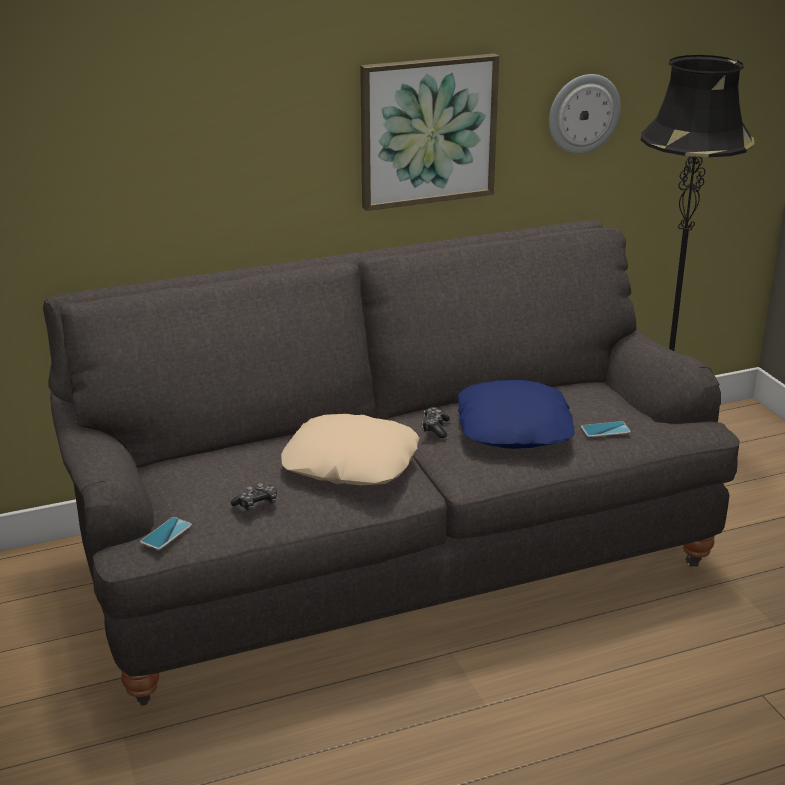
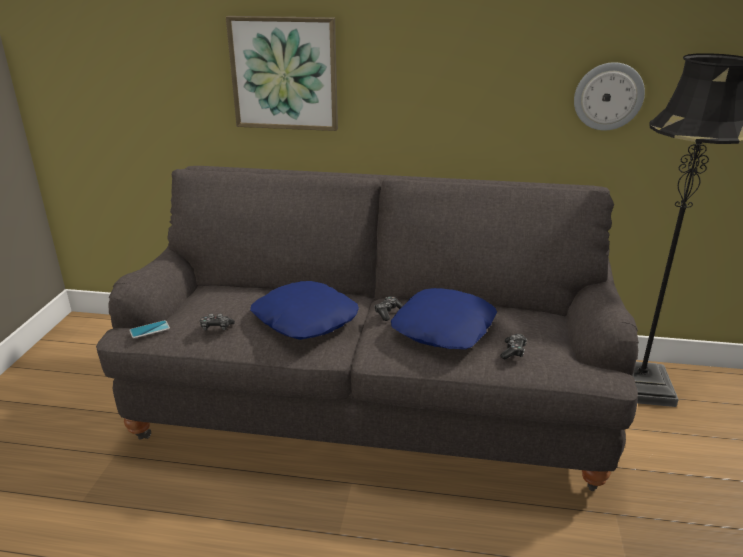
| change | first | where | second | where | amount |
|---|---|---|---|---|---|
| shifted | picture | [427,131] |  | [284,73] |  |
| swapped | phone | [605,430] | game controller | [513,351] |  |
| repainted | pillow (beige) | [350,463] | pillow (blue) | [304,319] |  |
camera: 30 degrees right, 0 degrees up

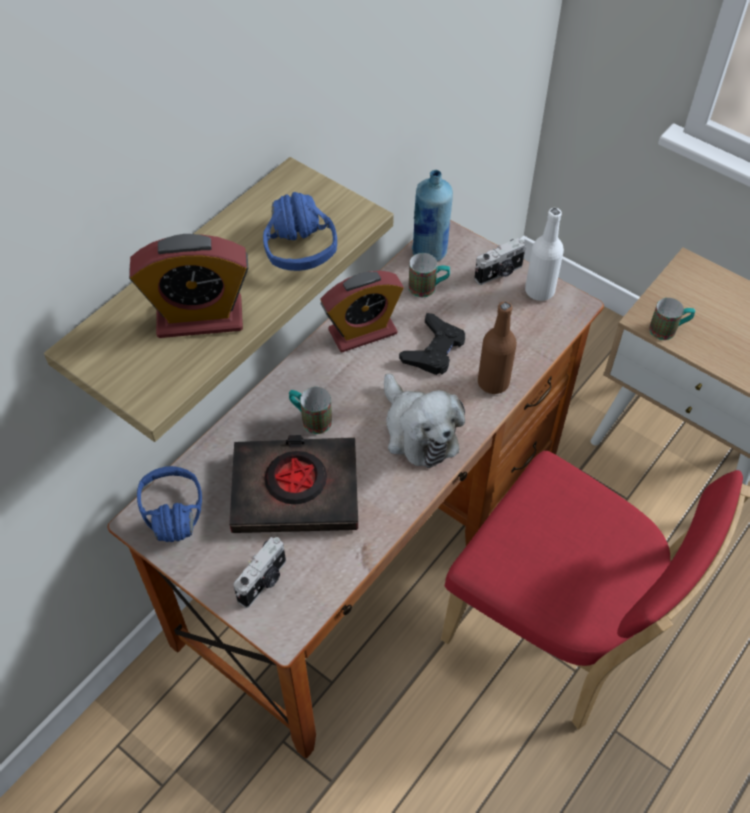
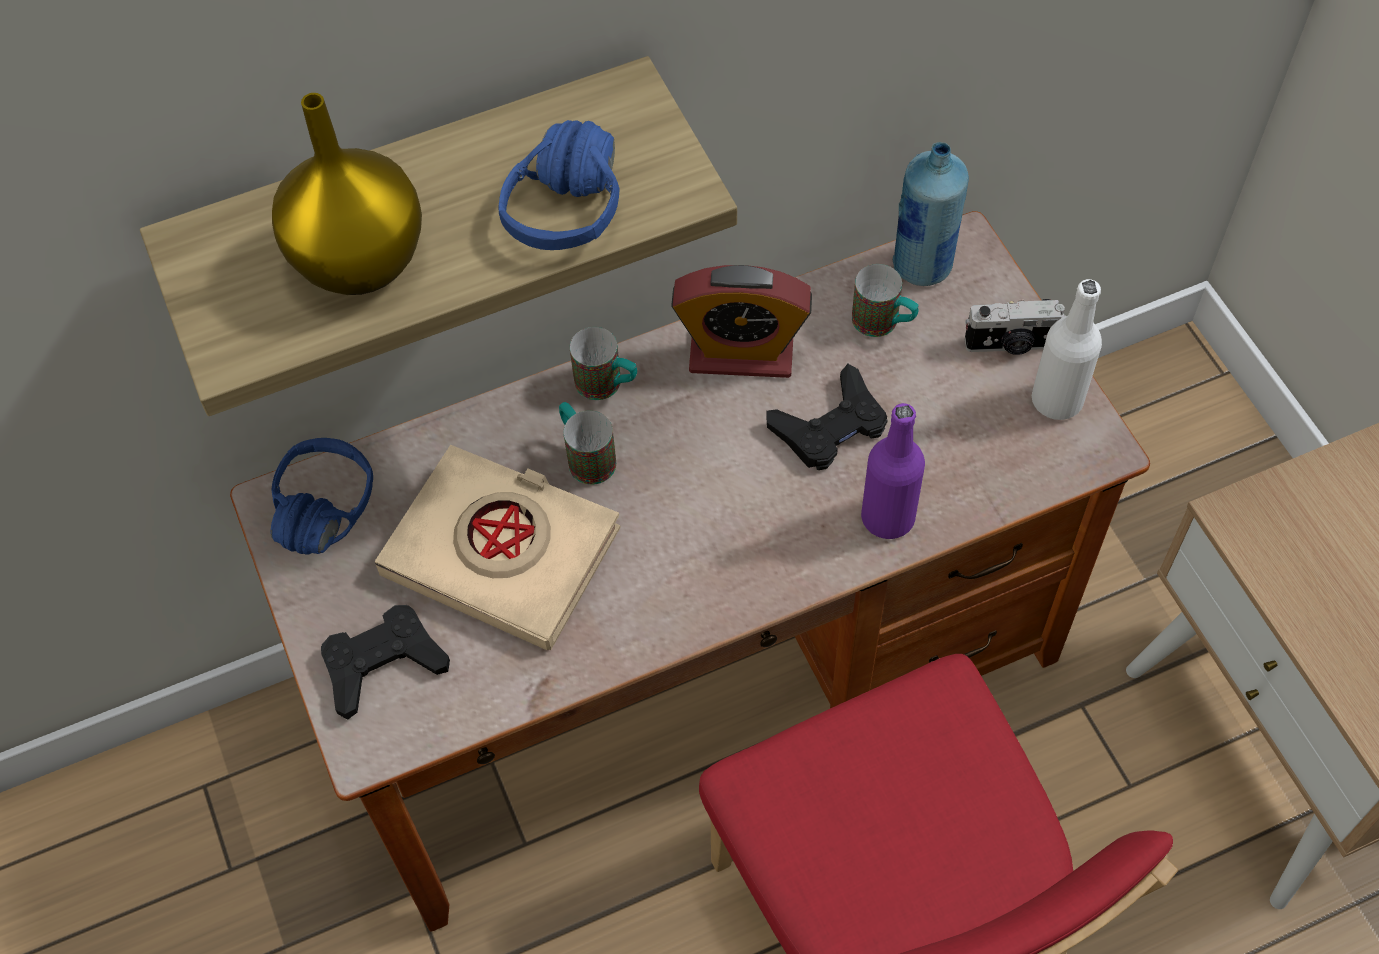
| change | first | where | second | where | amount |
|---|---|---|---|---|---|
| gone | plush toy | [418,431] |  |  |  |
| shifted | mug | [668,330] |  | [607,385] |  |
| swapped | alarm clock | [200,318] | vase (yellow) | [363,261] |  |
| swapped | photo camera | [264,581] | game controller (black) | [383,664] |  |
| repainted | book (black) | [295,490] | book (beige) | [502,552] |  |
| repainted | bottle (brown) | [493,382] | bottle (purple) | [887,517] |  |
camera: 30 degrees right, 5 degrees up

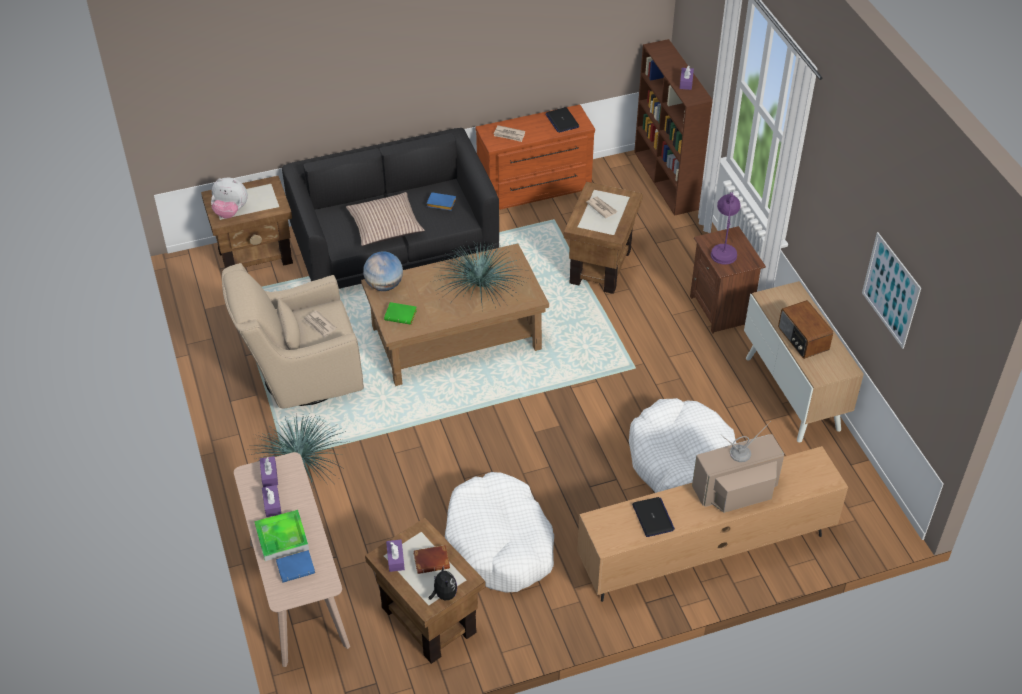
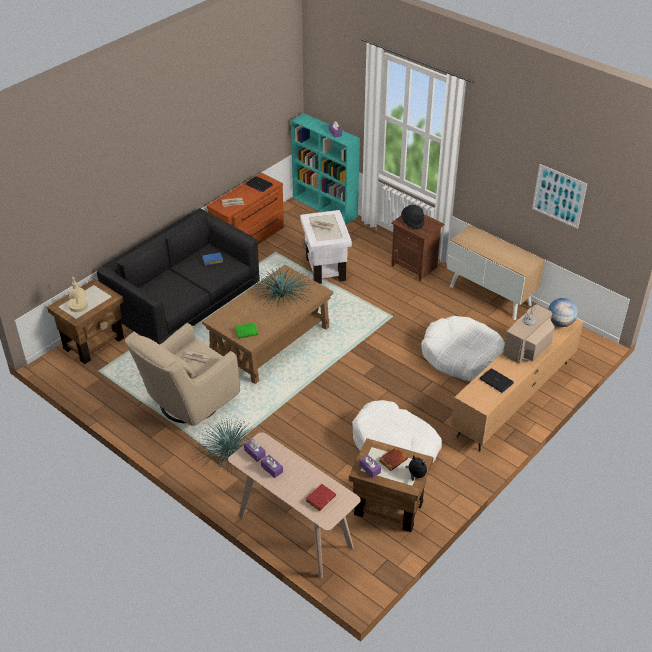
| change | first | where | second | where | amount |
|---|---|---|---|---|---|
| gone | tray | [282,537] |  |  |  |
| gone | pillow | [385,226] |  |  |  |
| gone | radio | [802,339] |  |  |  |
| shifted | globe | [384,285] |  | [560,323] |  |
| swapped | plush toy | [230,212] | table lamp (beige) | [80,311] |  |
| swapped | table lamp (purple) | [723,247] | hat (black) | [412,222] |  |
| repainted | book (blue) | [296,567] | book (red) | [320,498] |  |
| repainted | side table (brown) | [599,266] | side table (white) | [325,268] |  |
| repainted | bookcase (brown) | [667,181] | bookcase (turquoise) | [325,207] |  |
camera: 30 degrees left, 5 degrees down

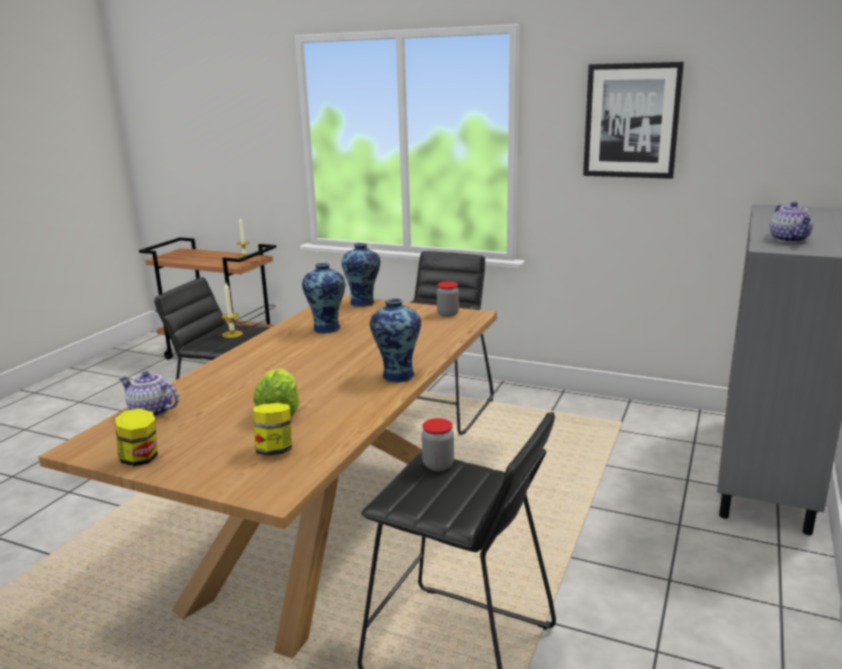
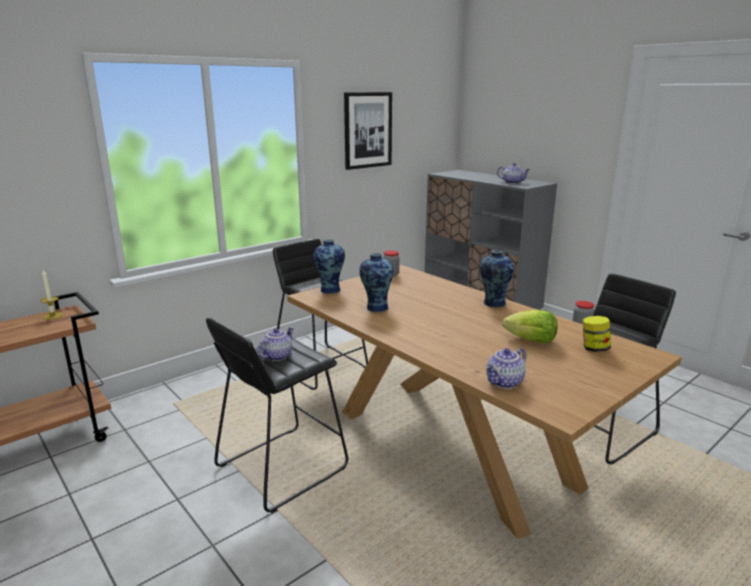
| change | first | where | second | where | amount |
|---|---|---|---|---|---|
| gone | jar | [140,459] |  |  |  |
| swapped | candle | [232,334] | teapot | [277,356] |  |
camera: 65 degrees left, 0 degrees up

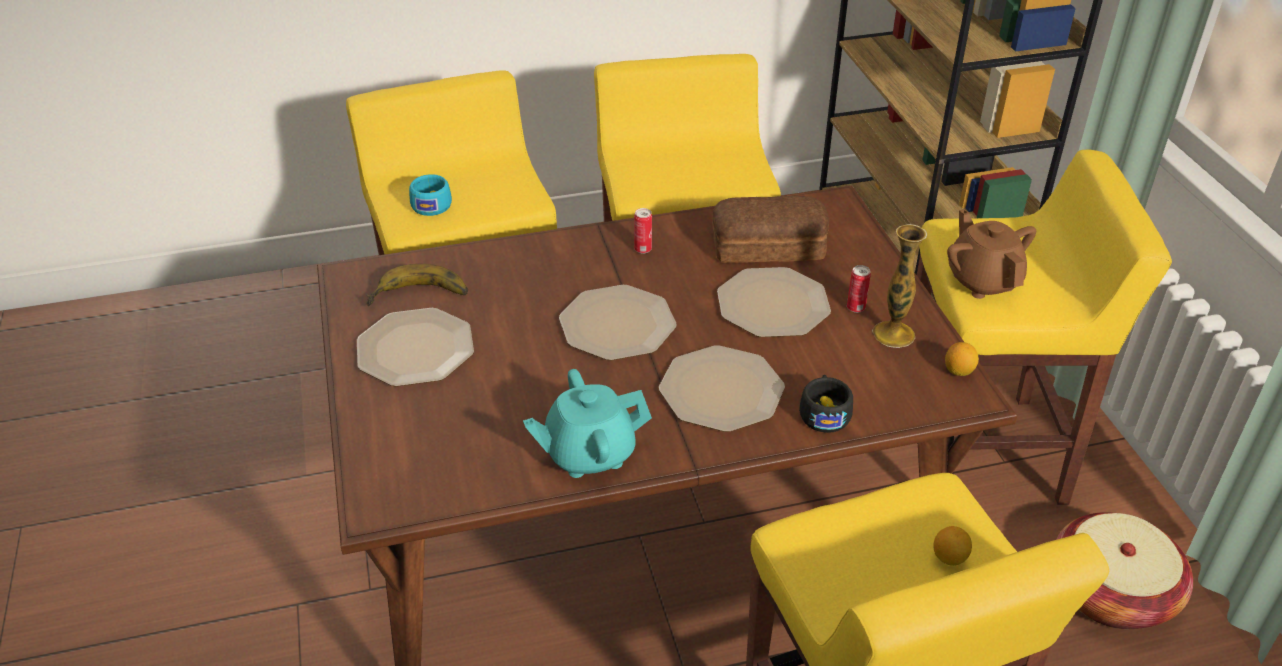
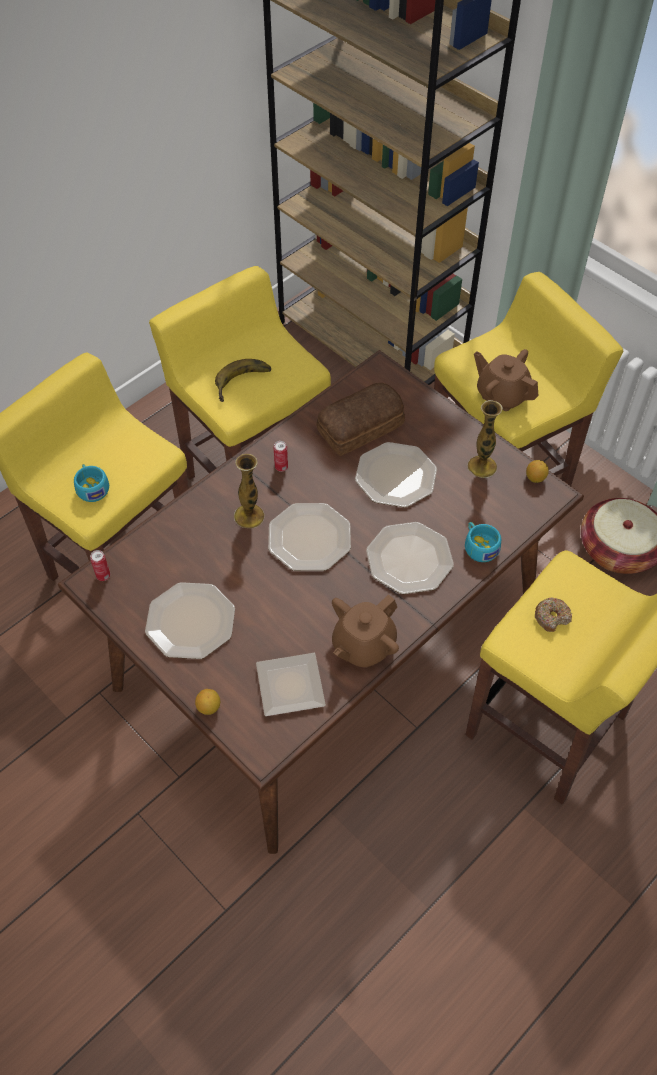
| change | first | where | second | where | amount |
|---|---|---|---|---|---|
| new |  |  | vase | [249,516] |  |
| new |  |  | plate | [288,685] |  |
| new |  |  | donut | [552,617] |  |
| shifted | banana | [419,298] |  | [244,384] |  |
| shifted | can | [855,308] |  | [103,576] |  |
| shifted | lemon | [949,558] |  | [209,707] |  |
| repainted | teapot (turquoise) | [589,453] | teapot (brown) | [363,645] |  |
| repainted | cup (black) | [824,412] | cup (turquoise) | [479,546] |  |
camera: 30 degrees left, 15 degrees up

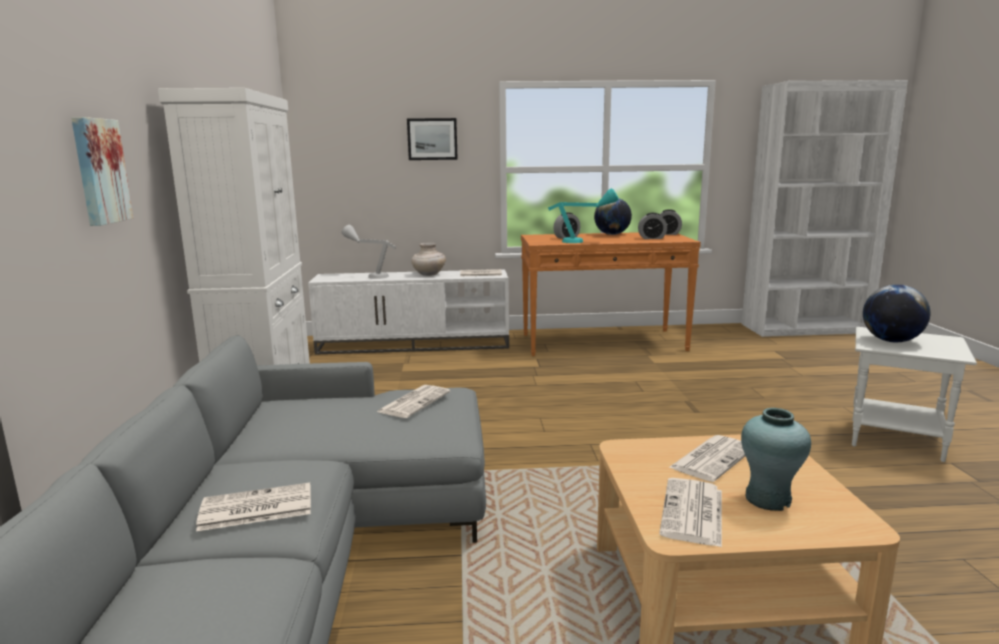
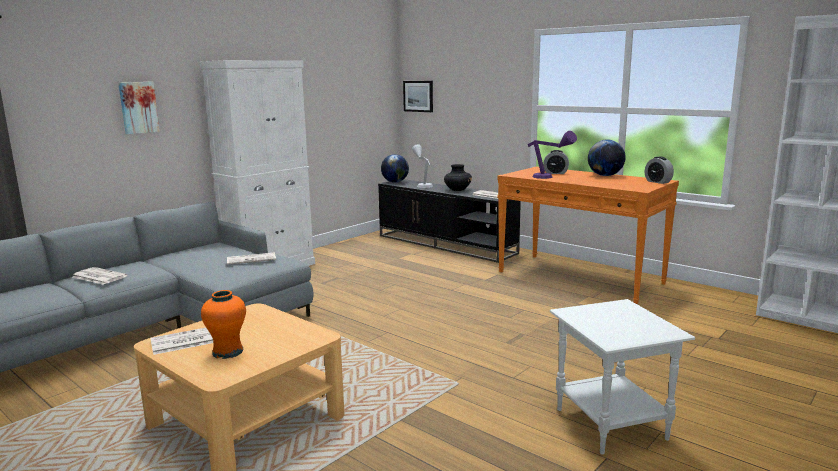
| change | first | where | second | where | amount |
|---|---|---|---|---|---|
| gone | alarm clock | [651,238] |  |  |  |
| gone | newspaper | [712,458] |  |  |  |
| shifted | picture | [432,139] |  | [418,96] |  |
| shifted | globe | [891,341] |  | [395,182] |  |
| repainted | tv stand (white) | [415,344] | tv stand (black) | [446,244] |  |
| repainted | vase (beige) | [428,274] | vase (black) | [457,190] |  |
| repainted | table lamp (turquoise) | [583,241] | table lamp (purple) | [549,178] |  |
| repainted | vase (turquoise) | [768,499] | vase (orange) | [228,352] |  |
camera: 45 degrees right, 0 degrees up

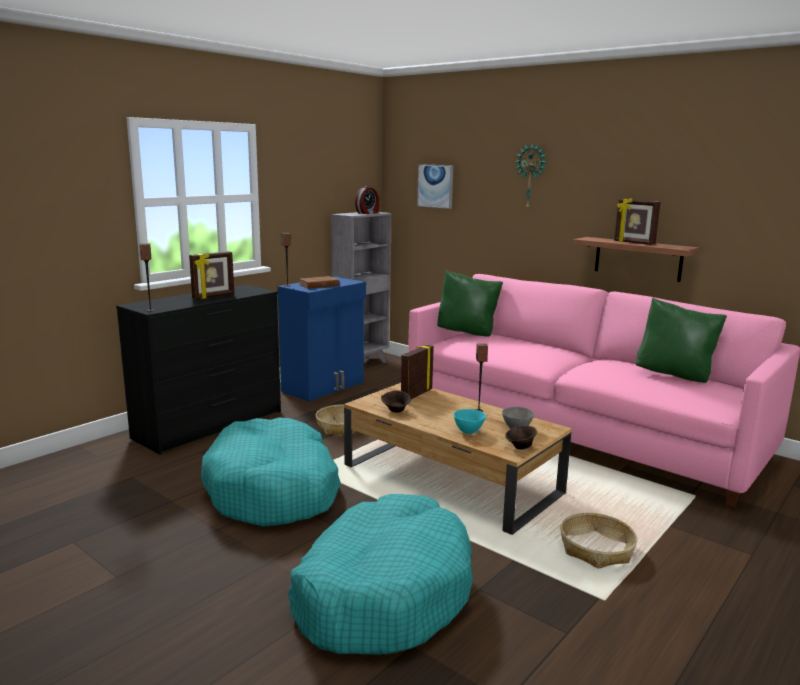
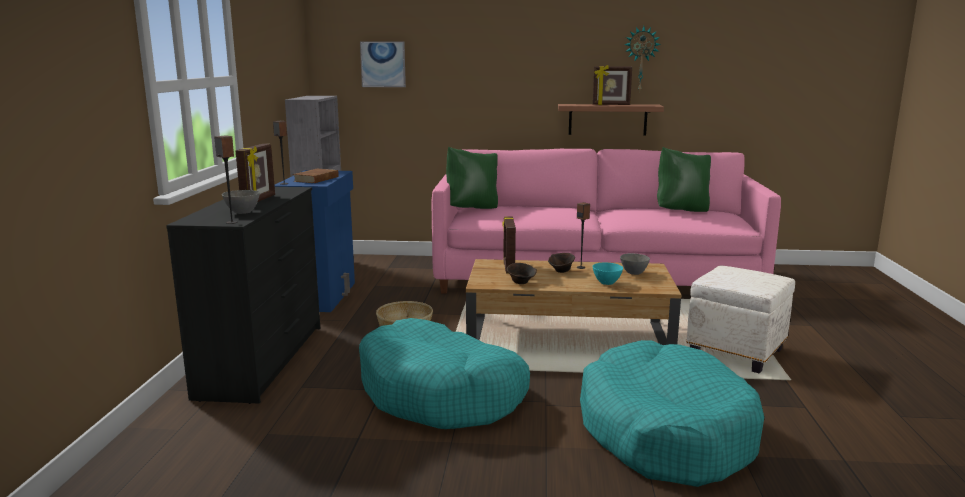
| change | first | where | second | where | amount |
|---|---|---|---|---|---|
| gone | alarm clock | [368,213] |  |  |  |
| new |  |  | bowl (grey) | [242,212] |  |
| shifted | bowl (brown) | [520,447] |  | [561,271] |  |
| shifted | wall clock | [531,177] |  | [641,59] |  |
| swapped | basket | [596,549] | ottoman (white) | [735,352] |  |
camera: 35 degrees left, 0 degrees up

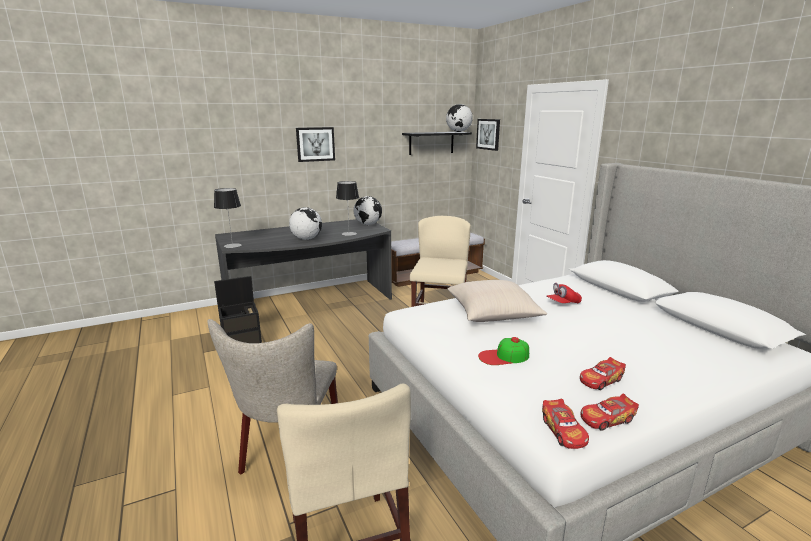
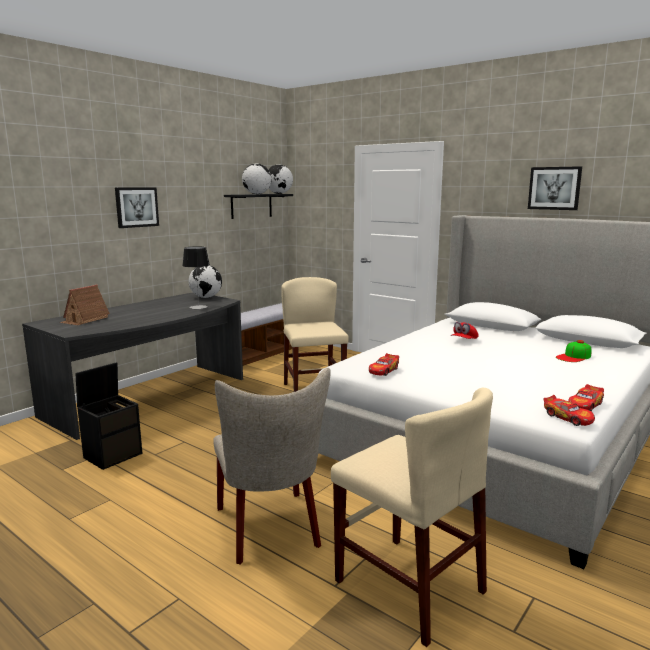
| change | first | where | second | where | amount |
|---|---|---|---|---|---|
| gone | table lamp | [232,246] |  |  |  |
| gone | pillow (beige) | [493,313] |  |  |  |
| new |  |  | toy house | [85,319] |  |
| shifted | globe | [306,239] |  | [257,194] |  |
| shifted | picture | [488,134] |  | [554,188] |  |
| shifted | cap | [503,356] |  | [574,356] |  |
| shifted | toy car | [601,380] |  | [383,370] |  |
camera: 25 degrees left, 5 degrees down

